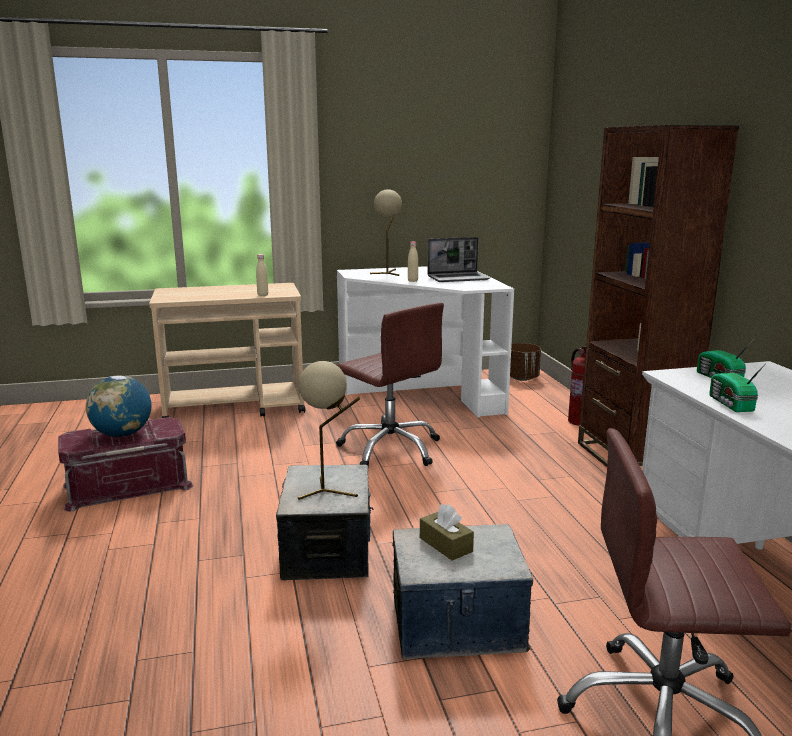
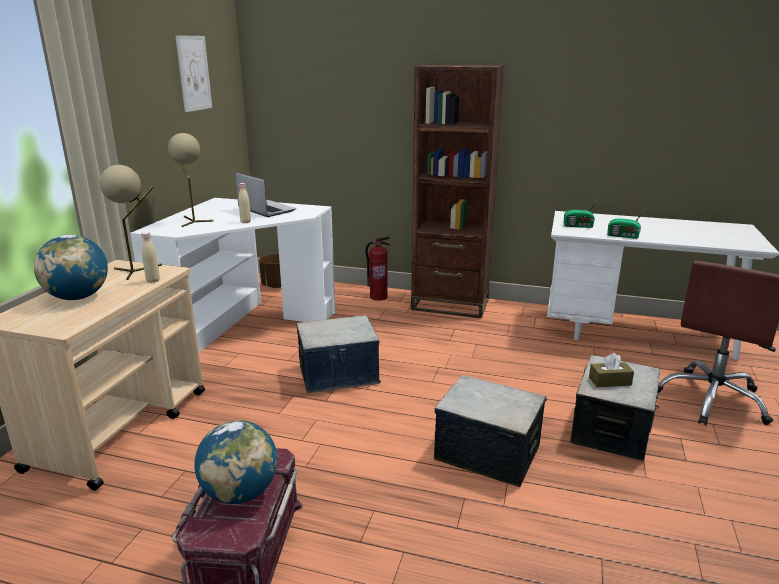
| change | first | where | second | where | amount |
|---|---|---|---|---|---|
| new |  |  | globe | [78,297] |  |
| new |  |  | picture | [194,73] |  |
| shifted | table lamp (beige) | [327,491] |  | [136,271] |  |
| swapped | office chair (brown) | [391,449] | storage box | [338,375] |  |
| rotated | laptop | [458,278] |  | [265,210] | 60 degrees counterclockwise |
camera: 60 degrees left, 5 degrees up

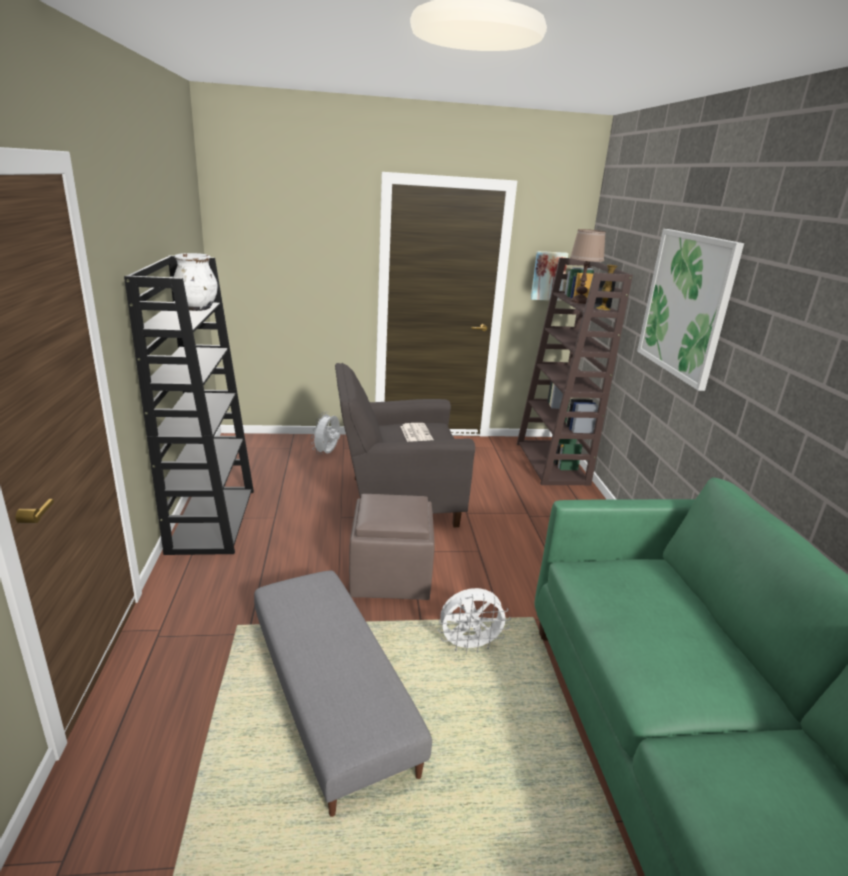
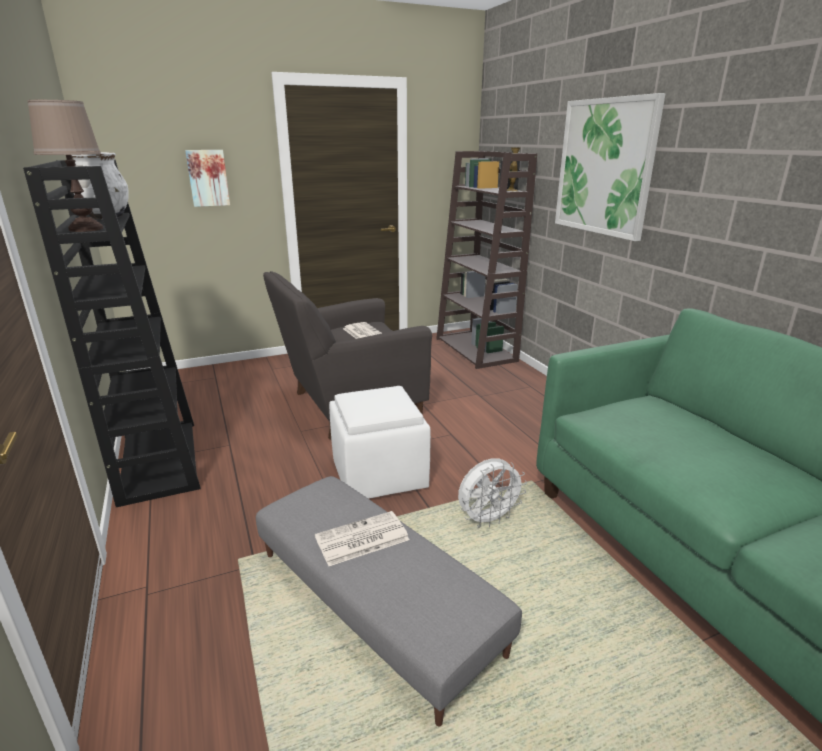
| change | first | where | second | where | amount |
|---|---|---|---|---|---|
| gone | fan (white) | [327,453] |  |  |  |
| new |  |  | newspaper | [361,539] |  |
| shifted | picture | [548,276] |  | [208,178] |  |
| shifted | table lamp (brown) | [580,302] |  | [86,229] |  |
| repainted | ottoman (brown) | [391,576] | ottoman (white) | [379,474] |  |
camera: 15 degrees left, 0 degrees up

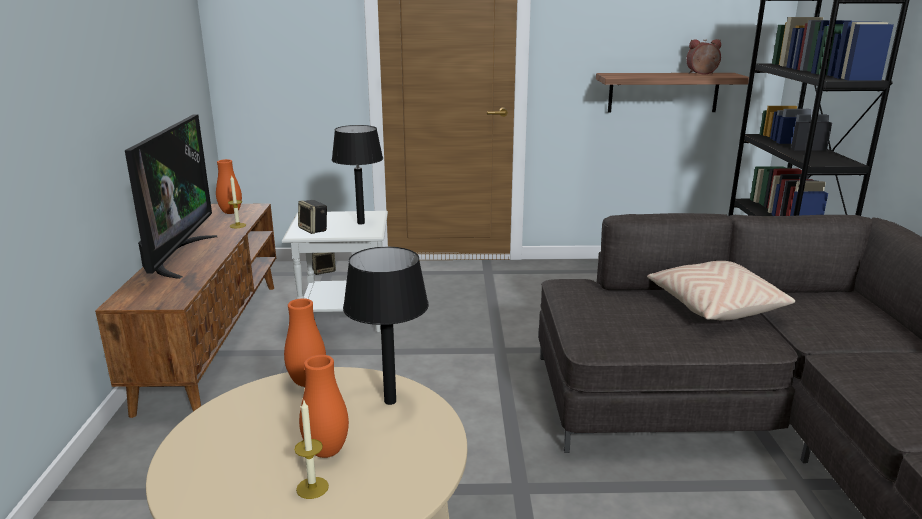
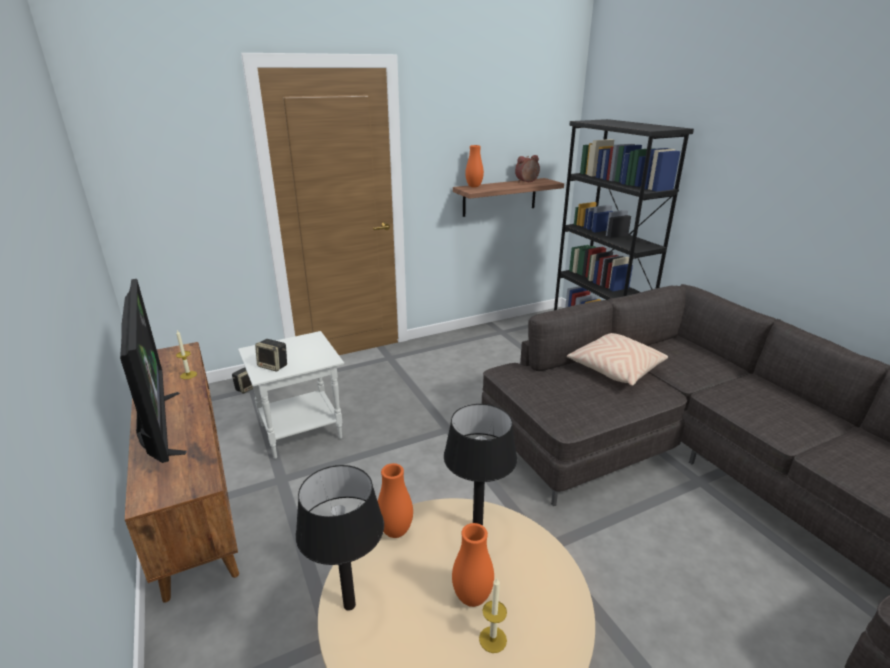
| change | first | where | second | where | amount |
|---|---|---|---|---|---|
| shifted | vase (orange) | [231,212] |  | [474,186] |  |
| shifted | table lamp (black) | [360,223] |  | [349,604] |  |
camera: 25 degrees left, 5 degrees up

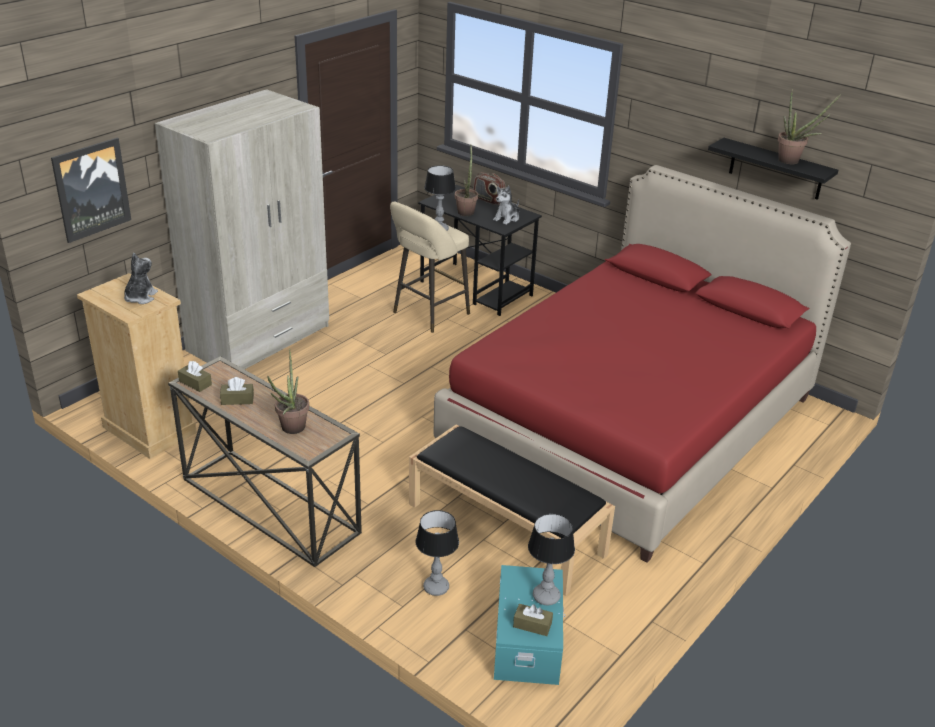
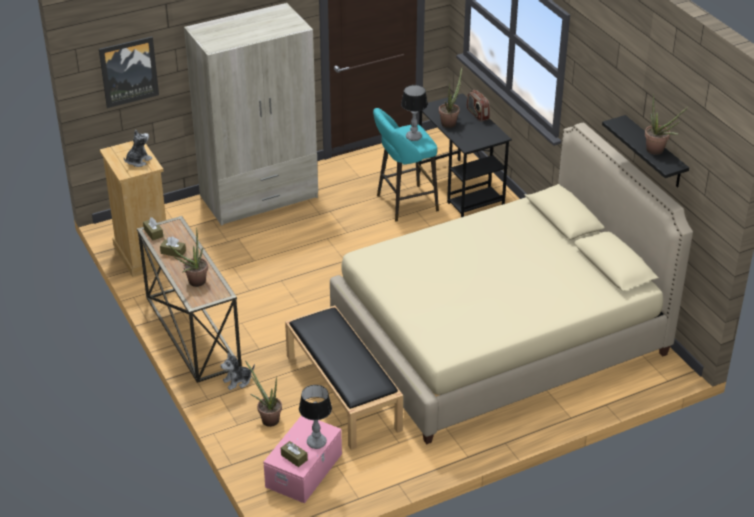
| change | first | where | second | where | amount |
|---|---|---|---|---|---|
| shifted | plush toy | [507,218] |  | [238,381] |  |
| swapped | table lamp | [436,587] | potted plant | [267,418] |  |
| repainted | stool (beige) | [428,314] | stool (turquoise) | [403,204] |  |
| repainted | bed (red) | [630,424] | bed (beige) | [498,338] |  |
| repainted | storage box (turquoise) | [529,640] | storage box (pink) | [305,470] |  |
camera: 25 degrees right, 5 degrees up

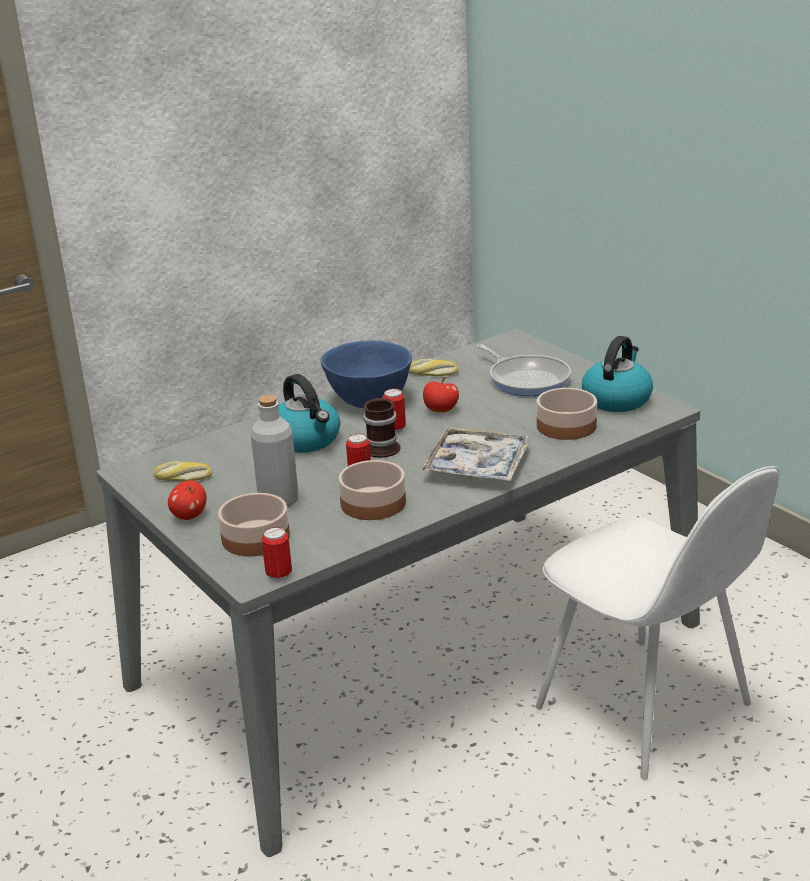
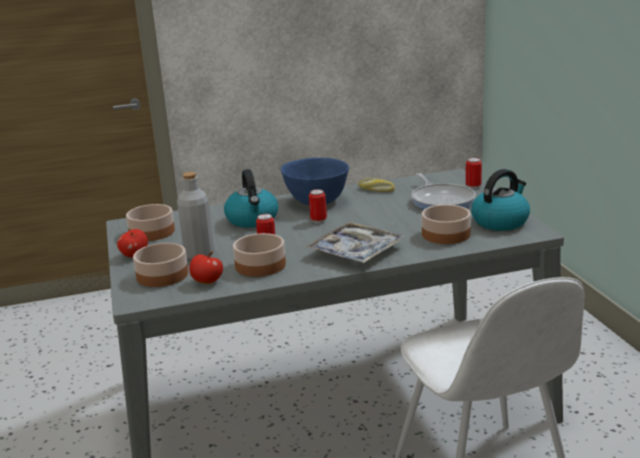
| change | first | where | second | where | amount |
|---|---|---|---|---|---|
| gone | mug | [382,447] |  |  |  |
| shifted | can | [279,575] |  | [473,187] |  |
| shifted | apple | [441,411] |  | [207,282] |  |
| swapped | bread | [183,478] | bowl | [152,232] |  |
camera: 20 degrees right, 5 degrees down

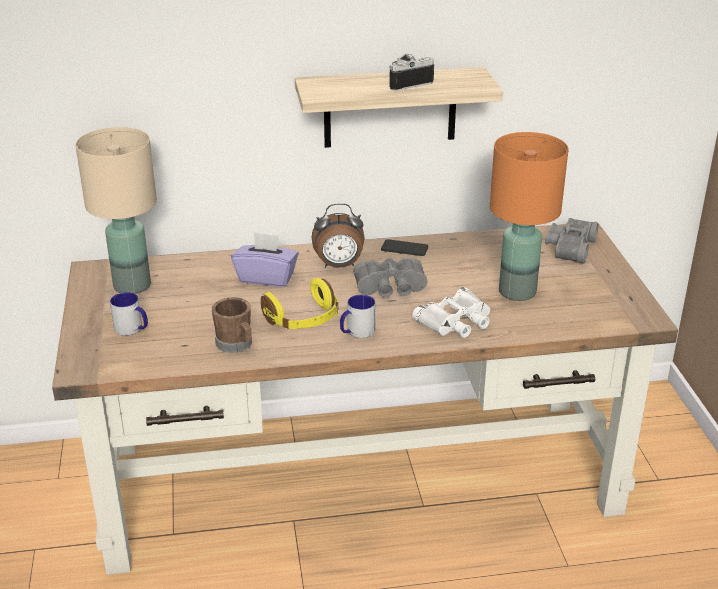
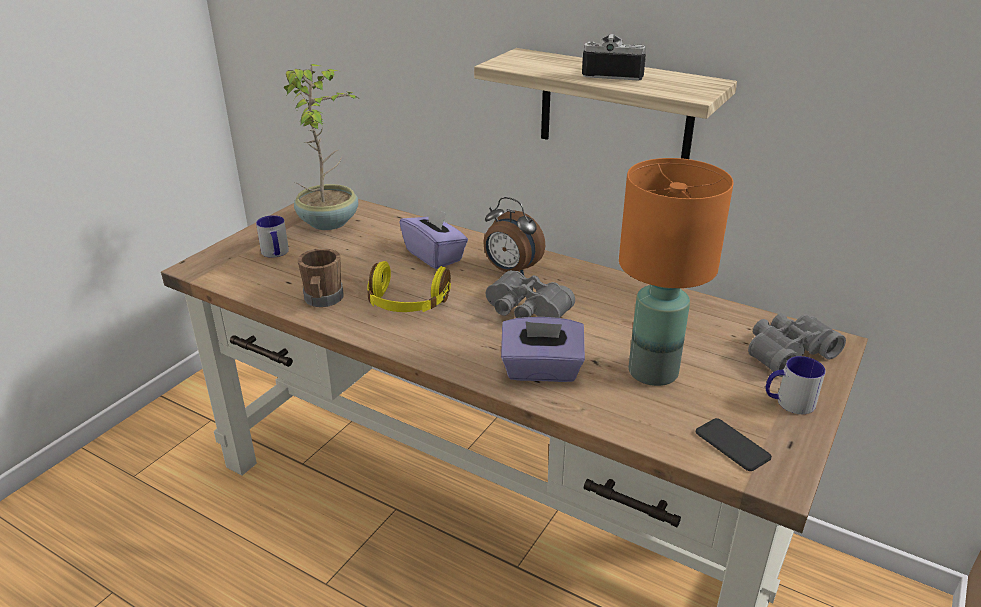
| change | first | where | second | where | amount |
|---|---|---|---|---|---|
| shifted | mug | [356,332] |  | [788,402] |  |
| shifted | phone | [404,248] |  | [732,445] |  |
| swapped | table lamp (beige) | [133,286] | potted plant | [330,221] |  |
| swapped | binoculars (white) | [456,321] | tissue box (purple) | [541,371] |  |
camera: 40 degrees right, 0 degrees up

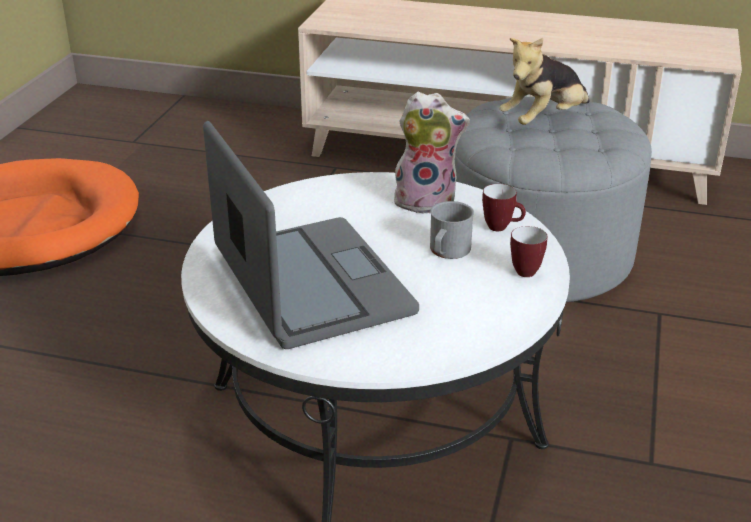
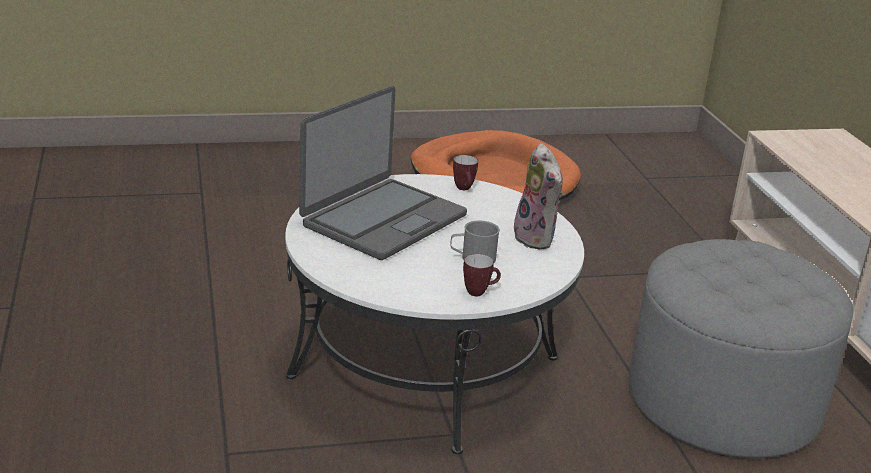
| change | first | where | second | where | amount |
|---|---|---|---|---|---|
| gone | plush toy | [544,120] |  |  |  |
| shifted | mug | [502,228] |  | [464,189] |  |
camera: 60 degrees right, 5 degrees down

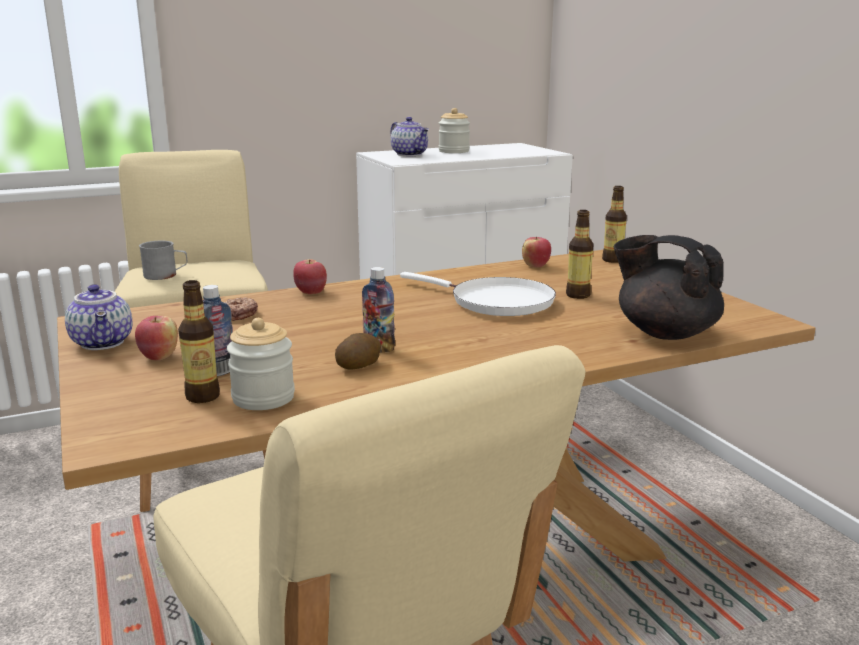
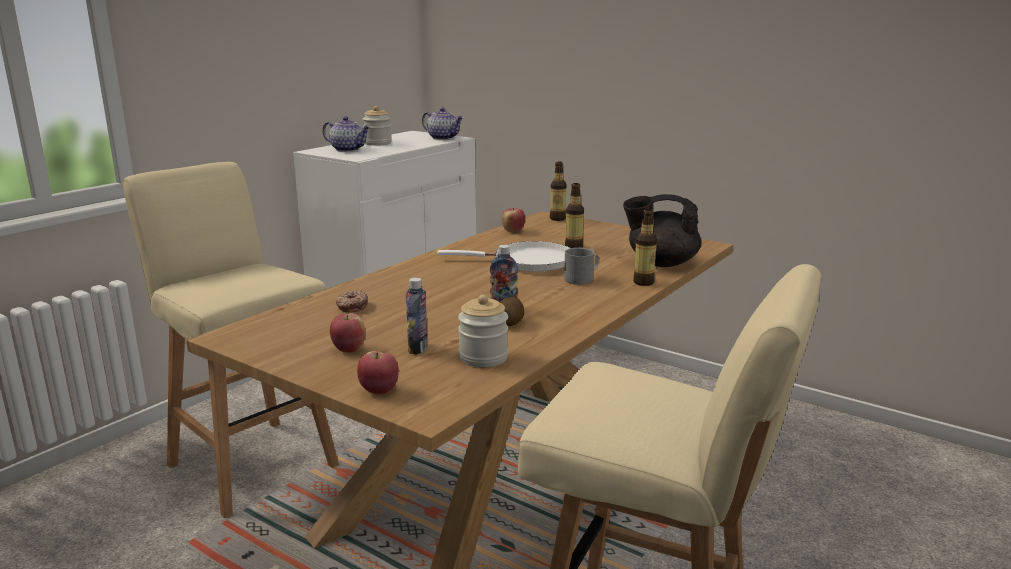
| change | first | where | second | where | amount |
|---|---|---|---|---|---|
| shifted | teapot | [104,343] |  | [443,138] |  |
| shifted | mug (grey) | [165,275] |  | [582,279] |  |
| shifted | bottle | [203,396] |  | [643,282] |  |
| shifted | apple | [311,292] |  | [379,391] |  |
camera: 30 degrees left, 0 degrees up

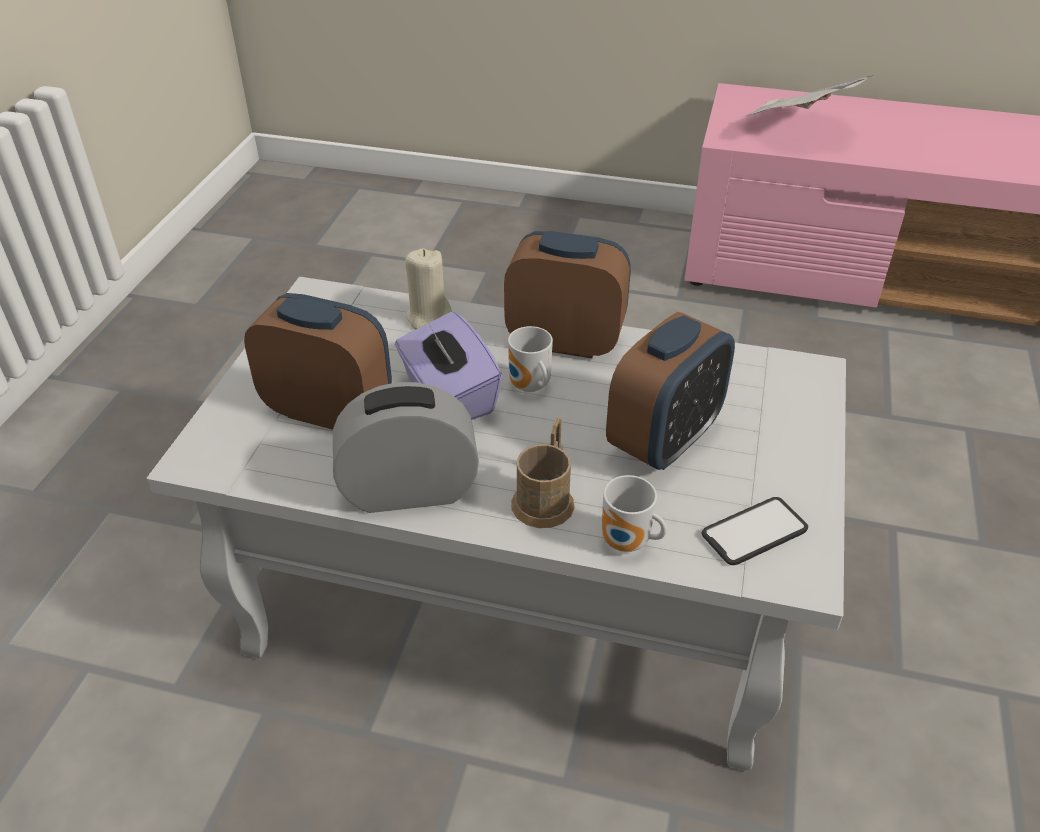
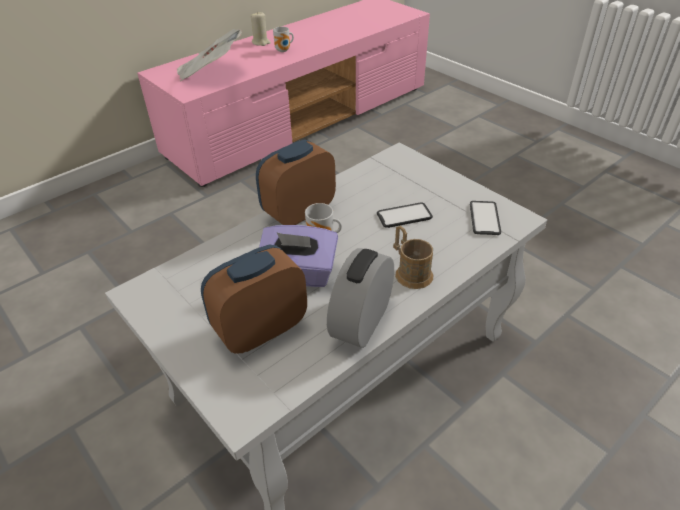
| change | first | where | second | where | amount |
|---|---|---|---|---|---|
| shifted | candle (beige) | [429,317] |  | [261,42] |  |
| shifted | mug | [627,544] |  | [284,50] |  |
| swapped | alarm clock | [664,440] | phone | [404,216] |  |
camera: 55 degrees left, 0 degrees up

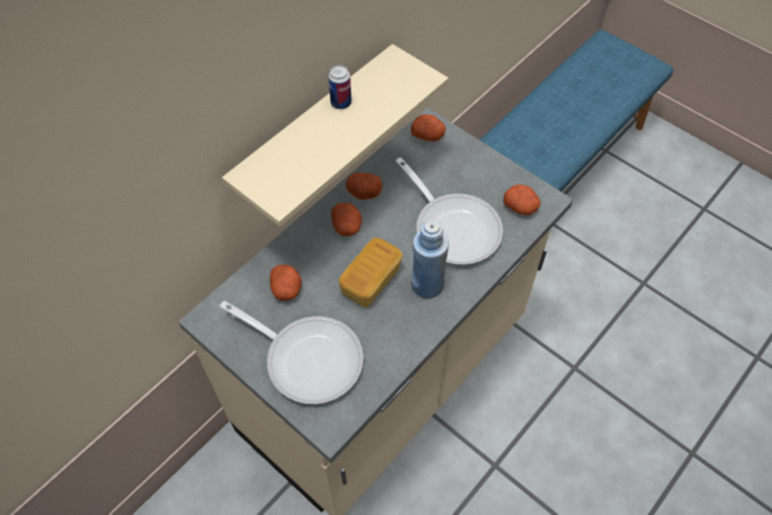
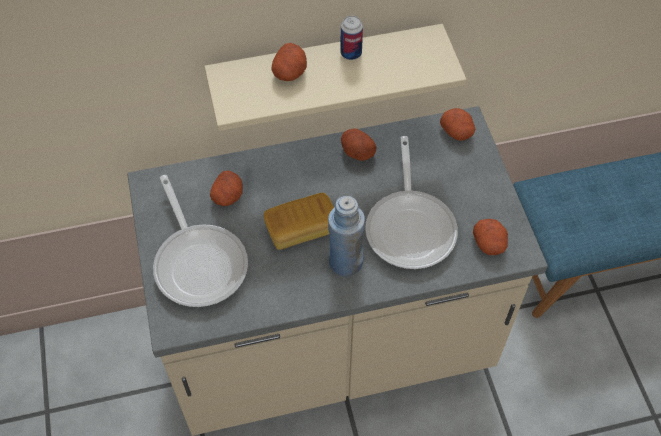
| change | first | where | second | where | amount |
|---|---|---|---|---|---|
| shifted | potato | [347,226] |  | [290,72] |  |
camera: 35 degrees right, 0 degrees up

